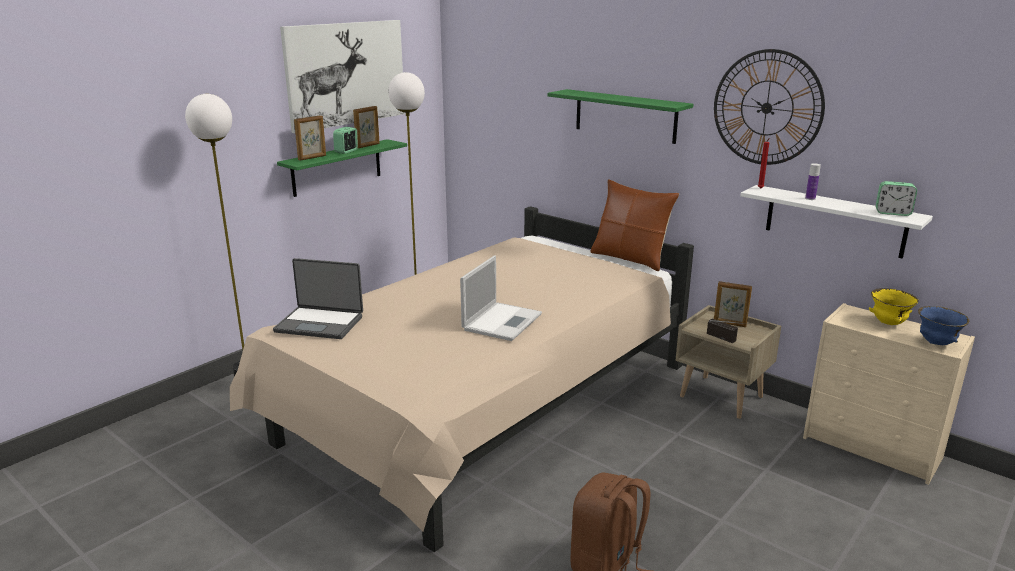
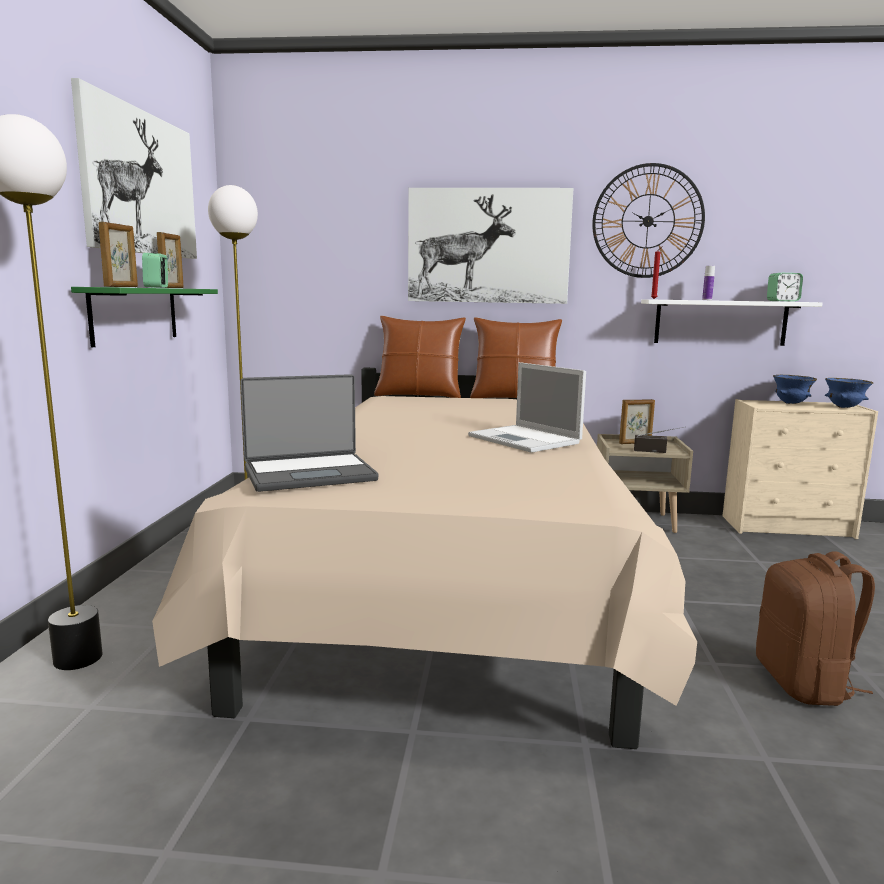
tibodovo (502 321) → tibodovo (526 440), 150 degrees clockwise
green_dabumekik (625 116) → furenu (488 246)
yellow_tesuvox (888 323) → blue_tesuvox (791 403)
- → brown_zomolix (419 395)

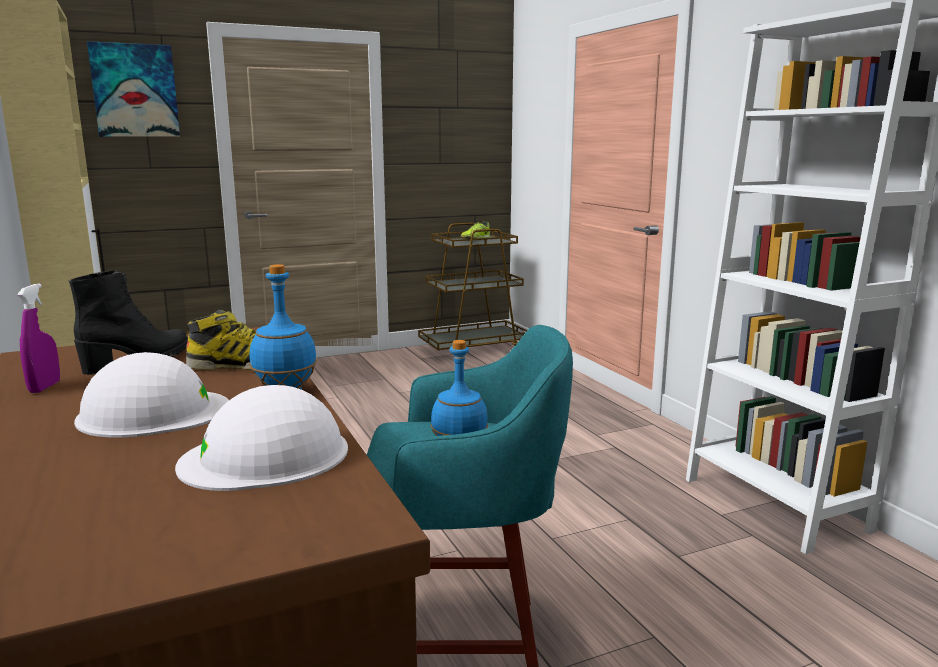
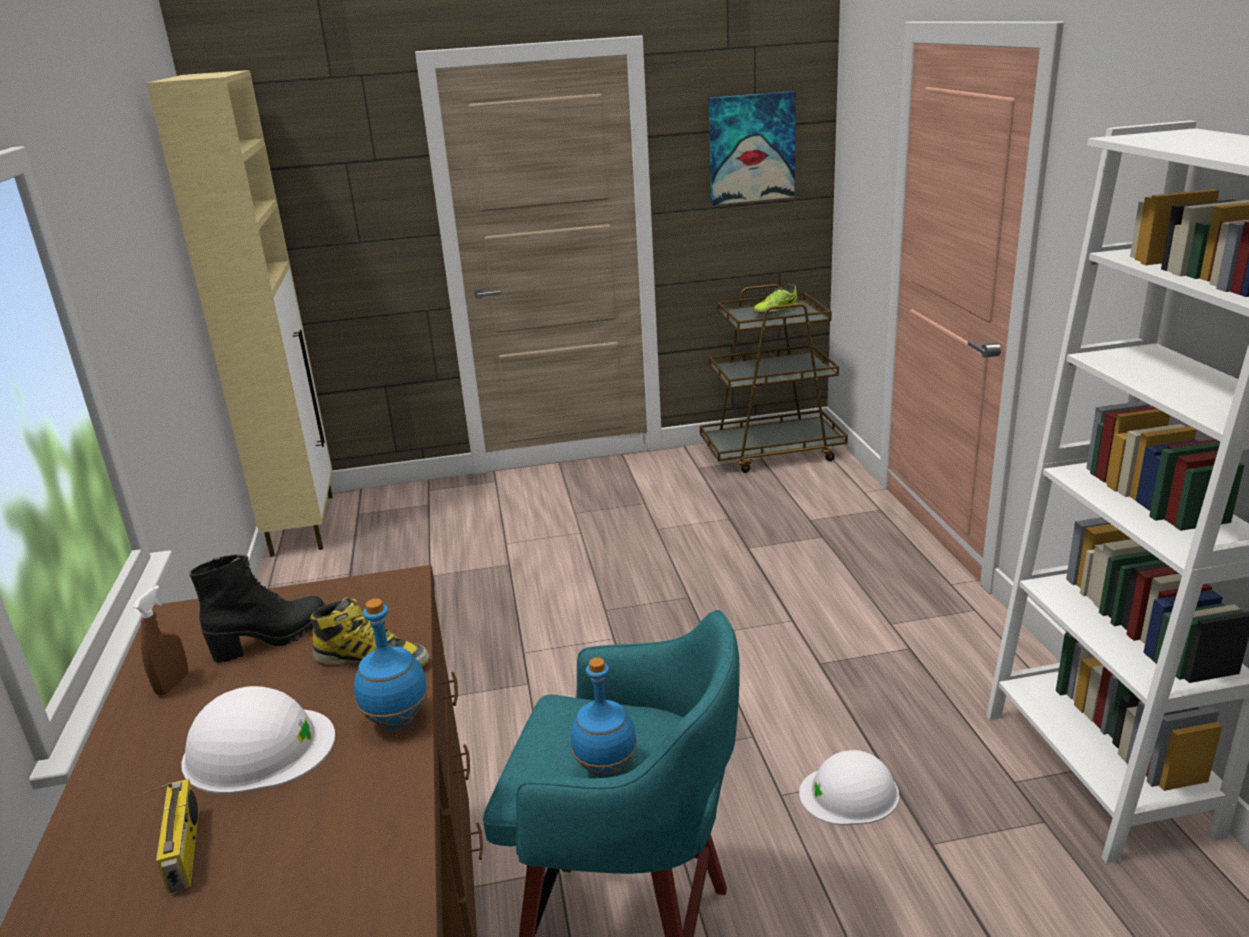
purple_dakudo (44 387) → brown_dakudo (172 684)
furenu (135 91) → furenu (751 148), shifted
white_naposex (266 456) → white_naposex (849 793), shifted
- → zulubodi (185 850)

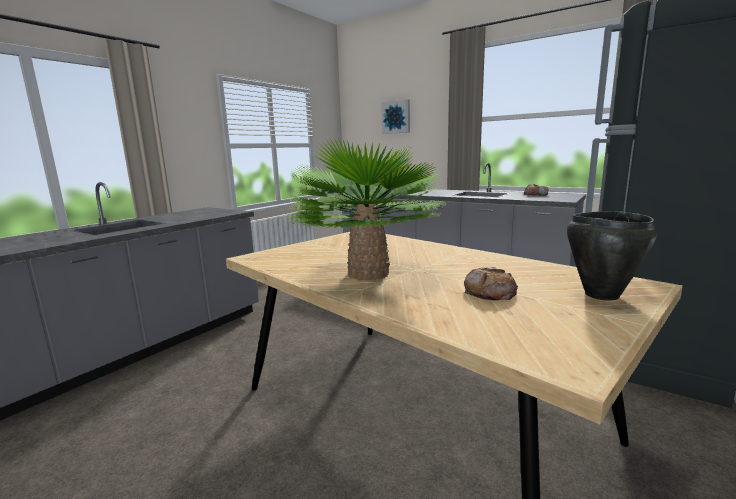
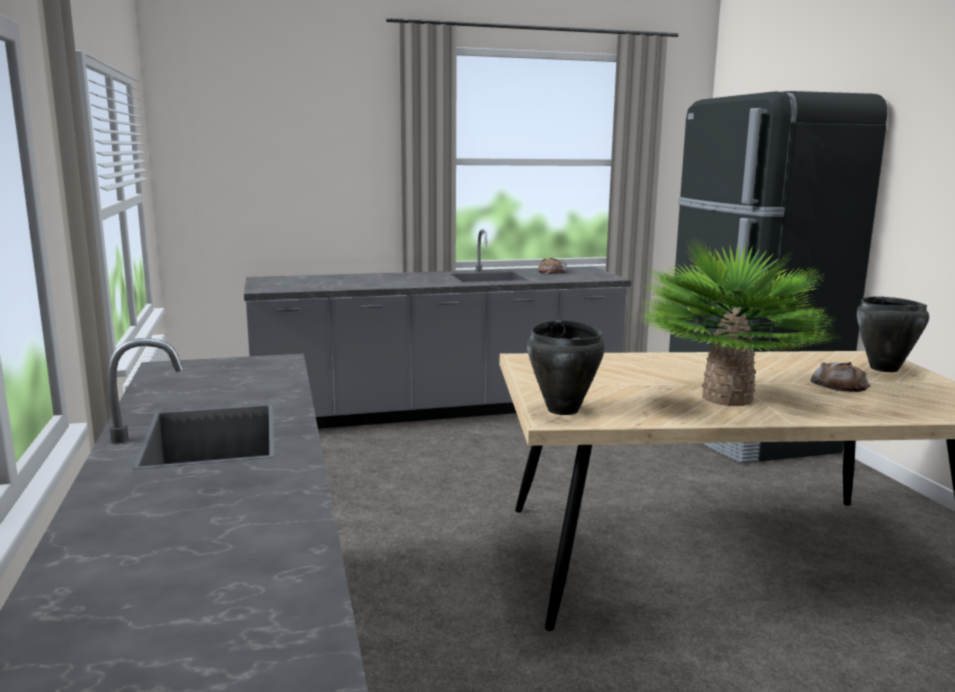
furenu (396 117) → -
- → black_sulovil (563 410)

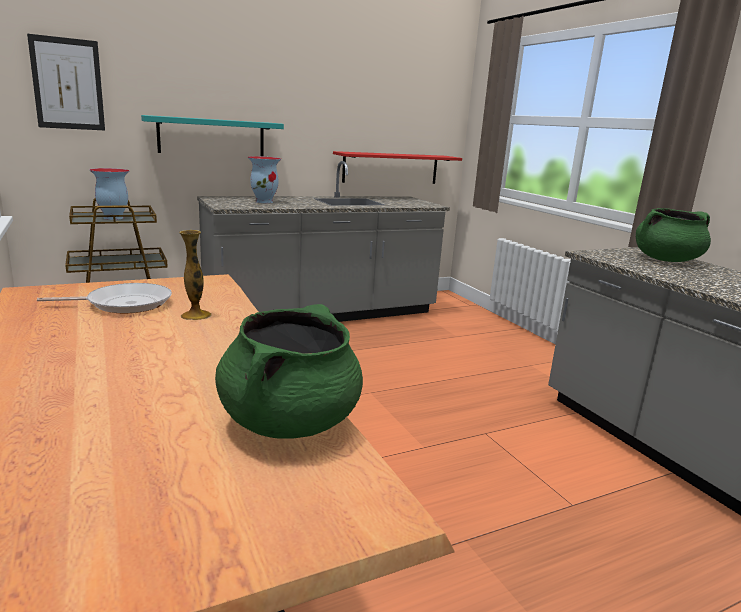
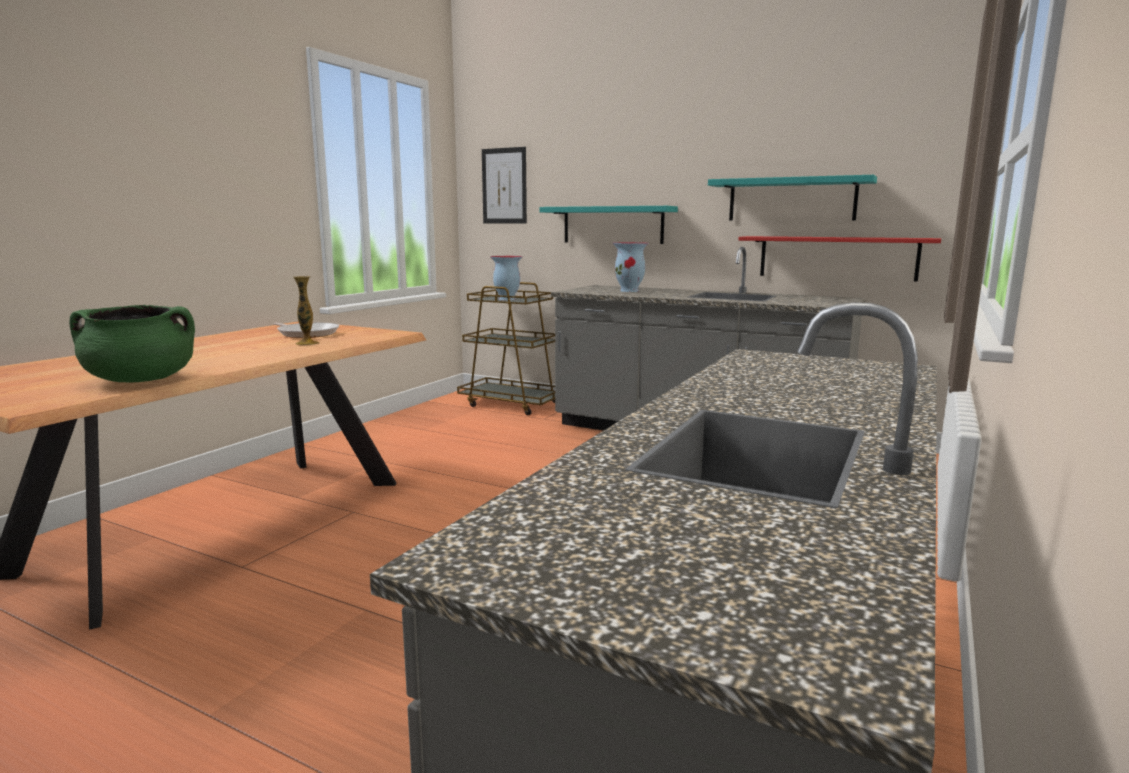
green_sulovil (666 260) → -
- → turquoise_dabumekik (791 199)

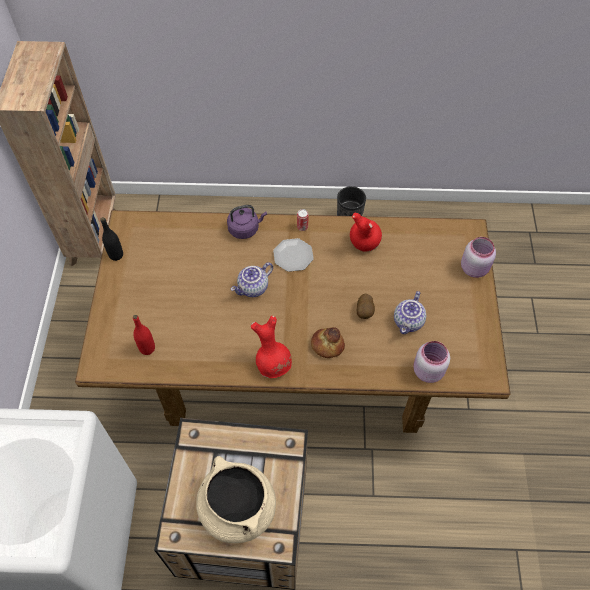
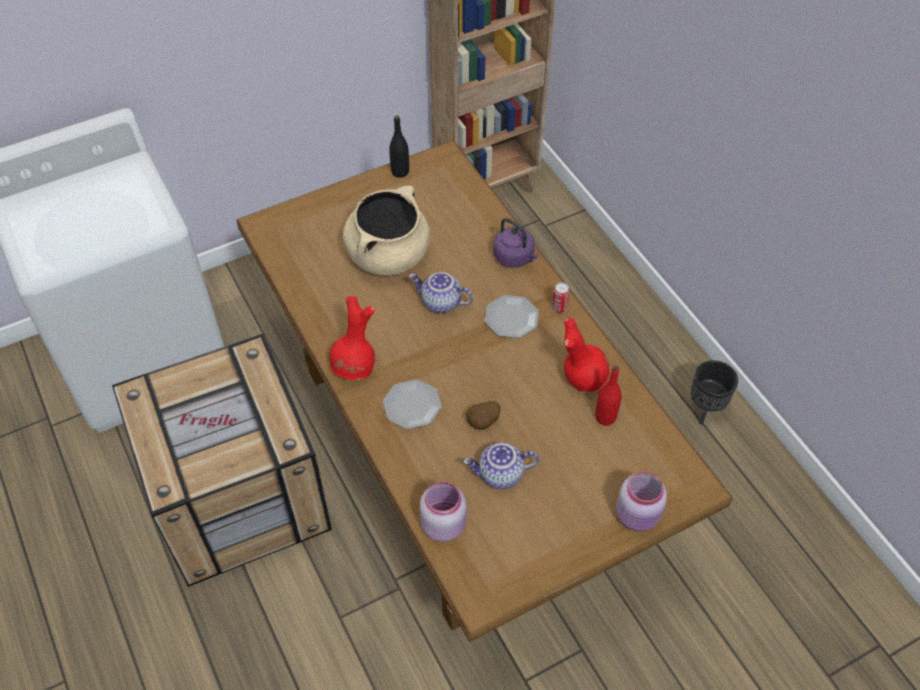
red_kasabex (147 348) → red_kasabex (605 417), shifted
beige_sulovil (237 509) → beige_sulovil (388 255), shifted
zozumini (327 345) → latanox (412 406)

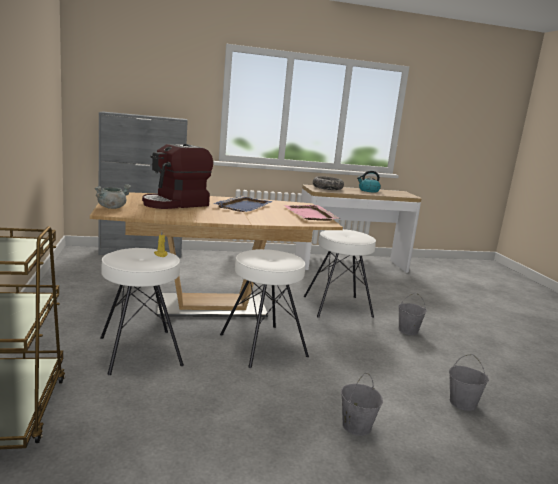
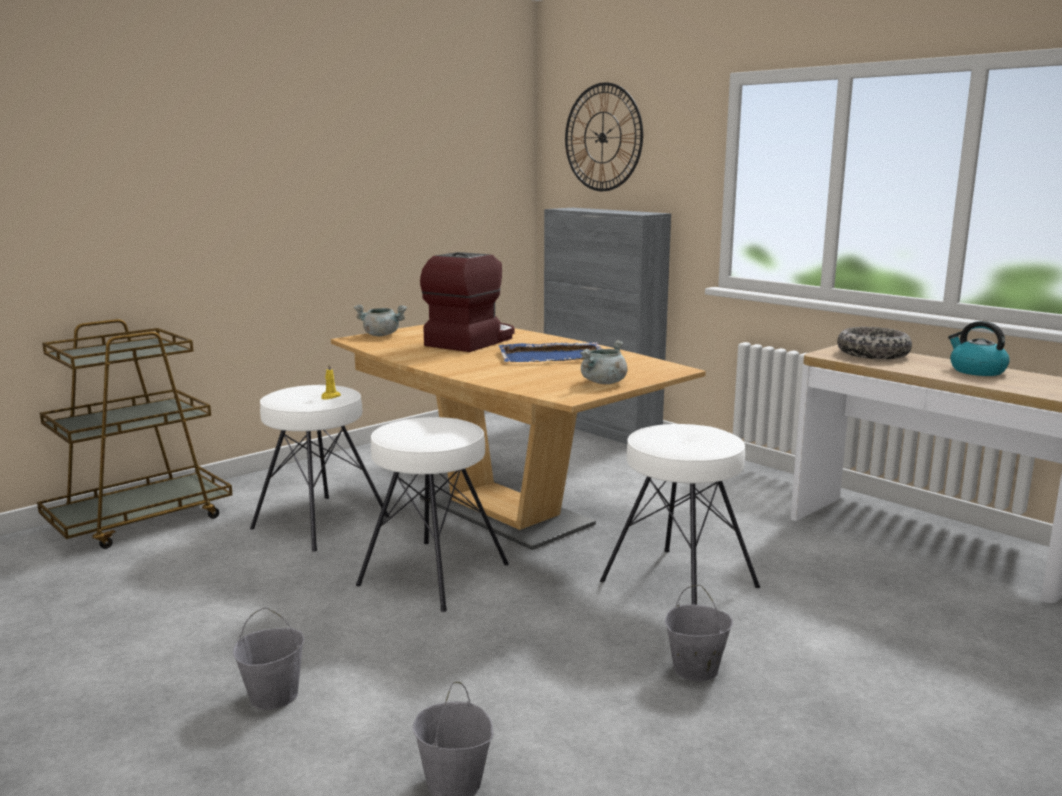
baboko (176 204) → baboko (470 341), 105 degrees clockwise
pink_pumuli (310 214) → grey_sulovil (603 383)
- → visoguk (602 137)

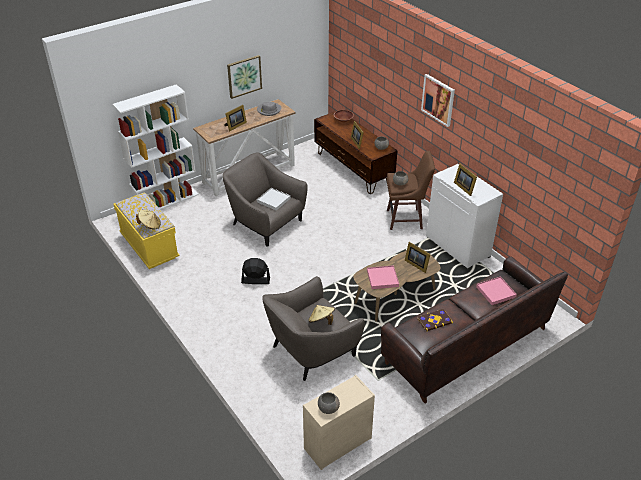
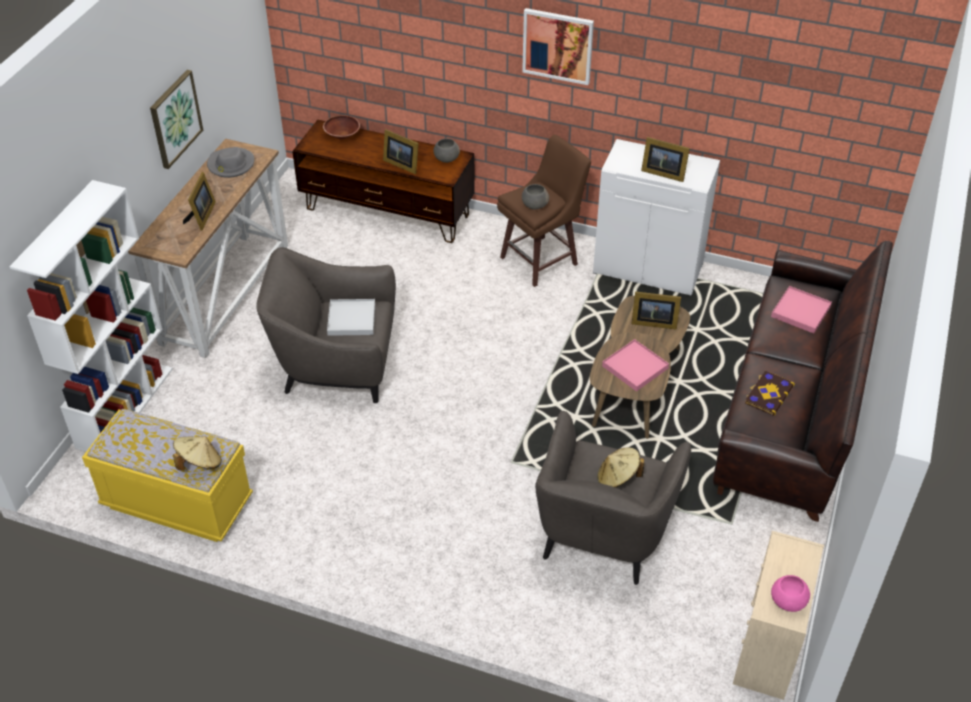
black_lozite (255 280) → -
grey_tesuvox (328 408) → pink_tesuvox (787 601)

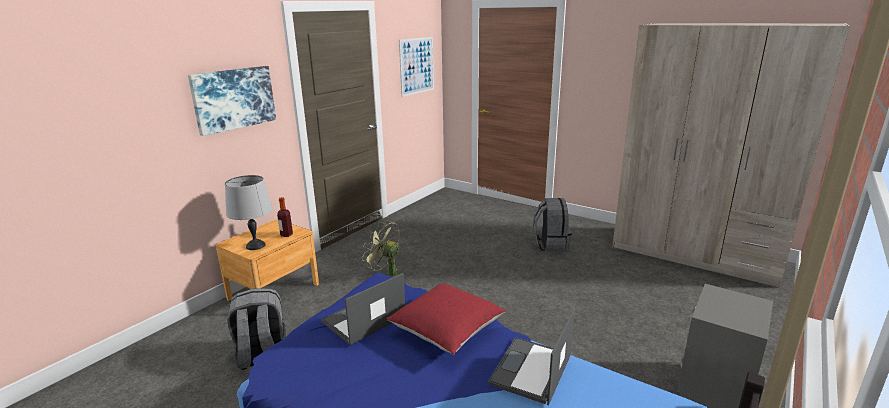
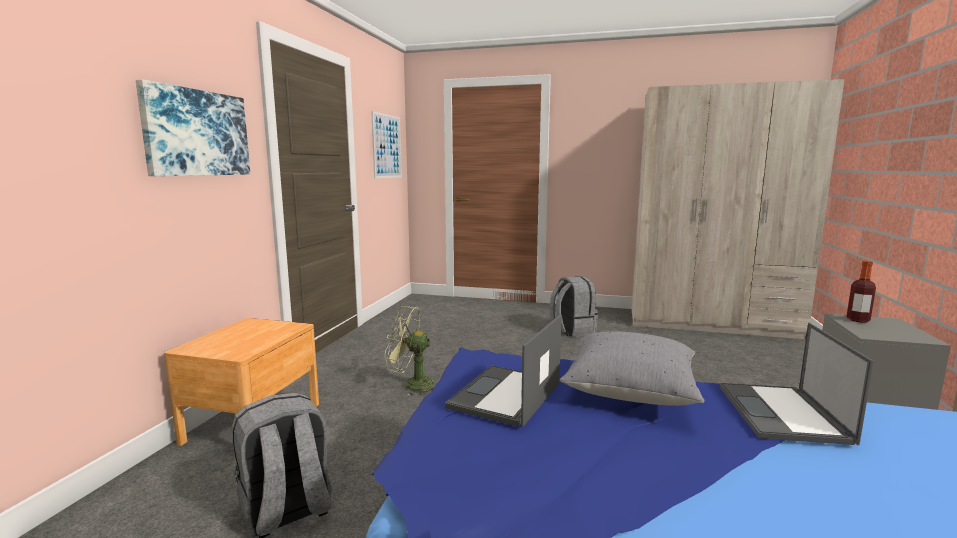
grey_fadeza (255 246) → -
kasabex (286 234) → kasabex (858 320), shifted
red_zomolix (447 331) → grey_zomolix (630 391)

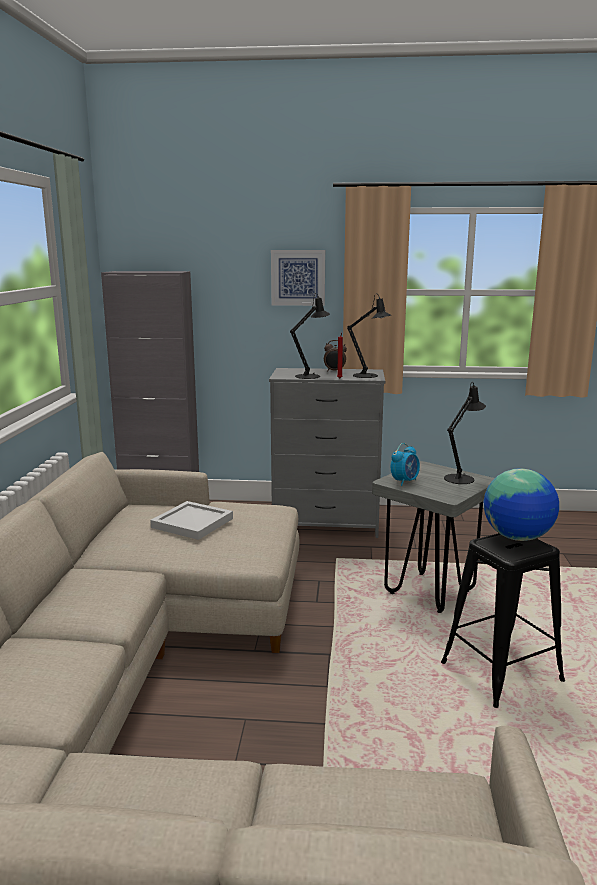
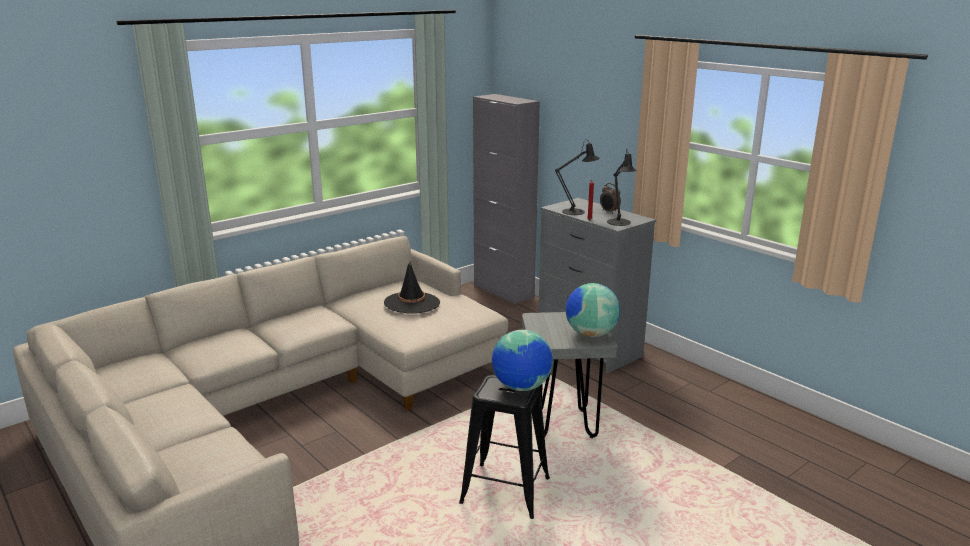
white_pumuli (192 523) → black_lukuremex (412 303)
furenu (298 277) → -
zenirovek (405 481) → -
black_fadeza (461 478) → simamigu (590 334)

